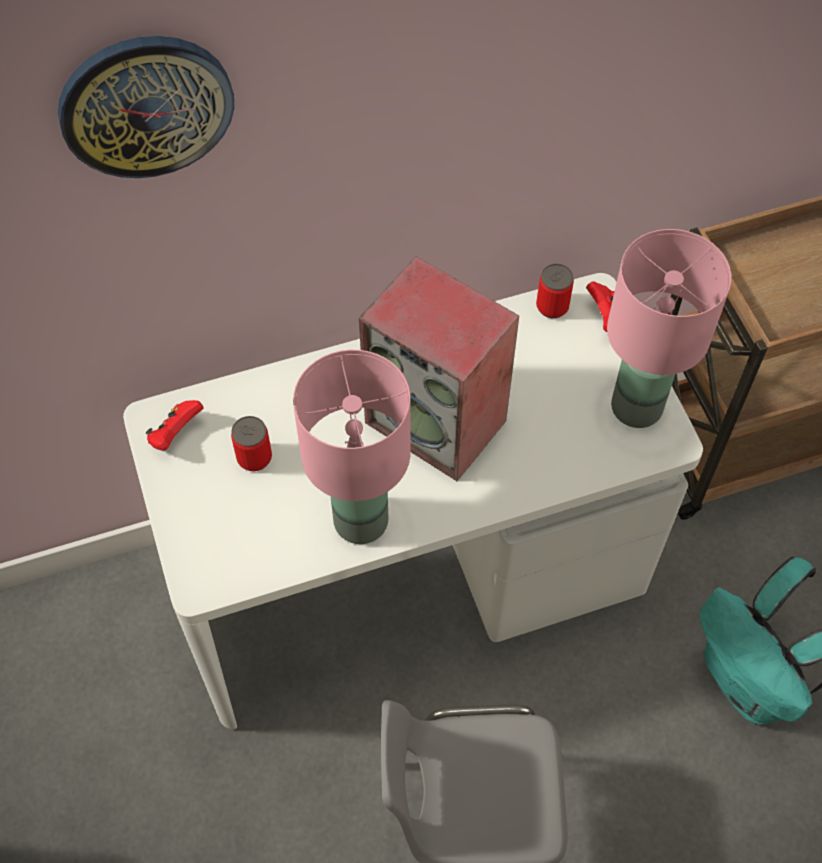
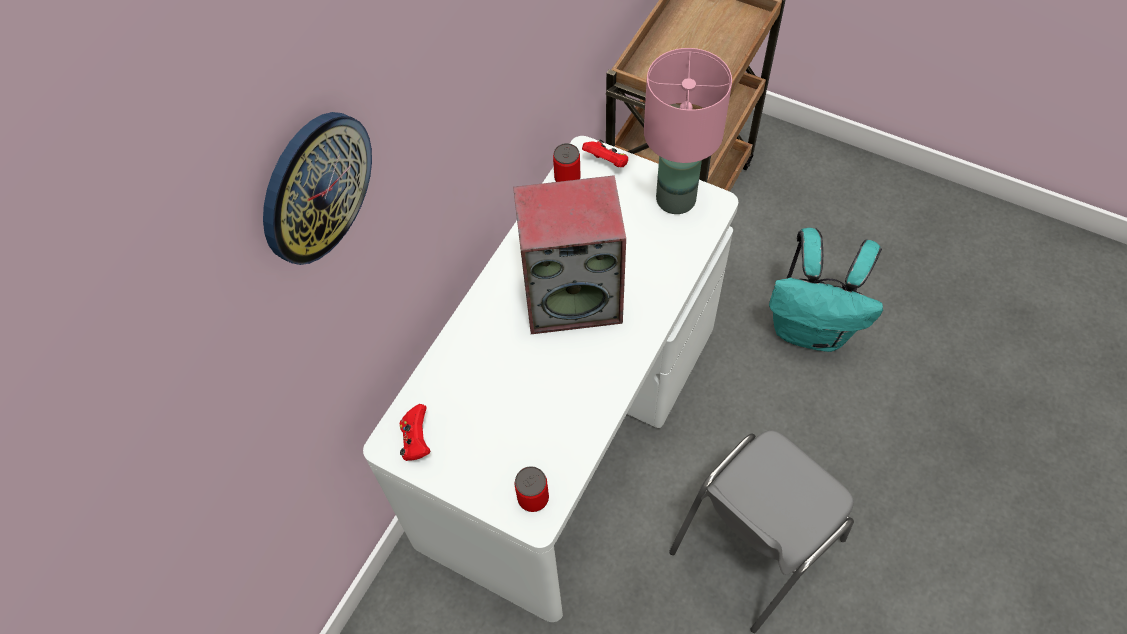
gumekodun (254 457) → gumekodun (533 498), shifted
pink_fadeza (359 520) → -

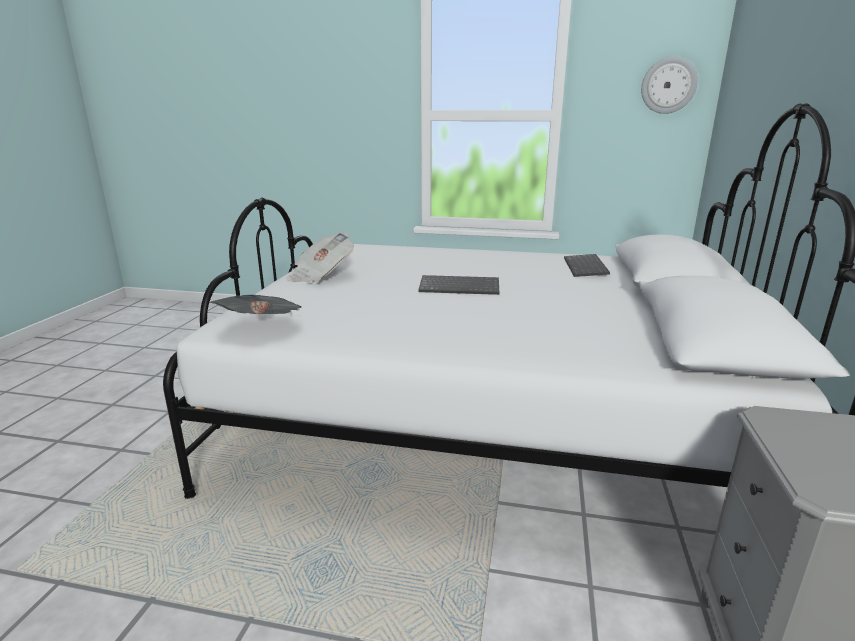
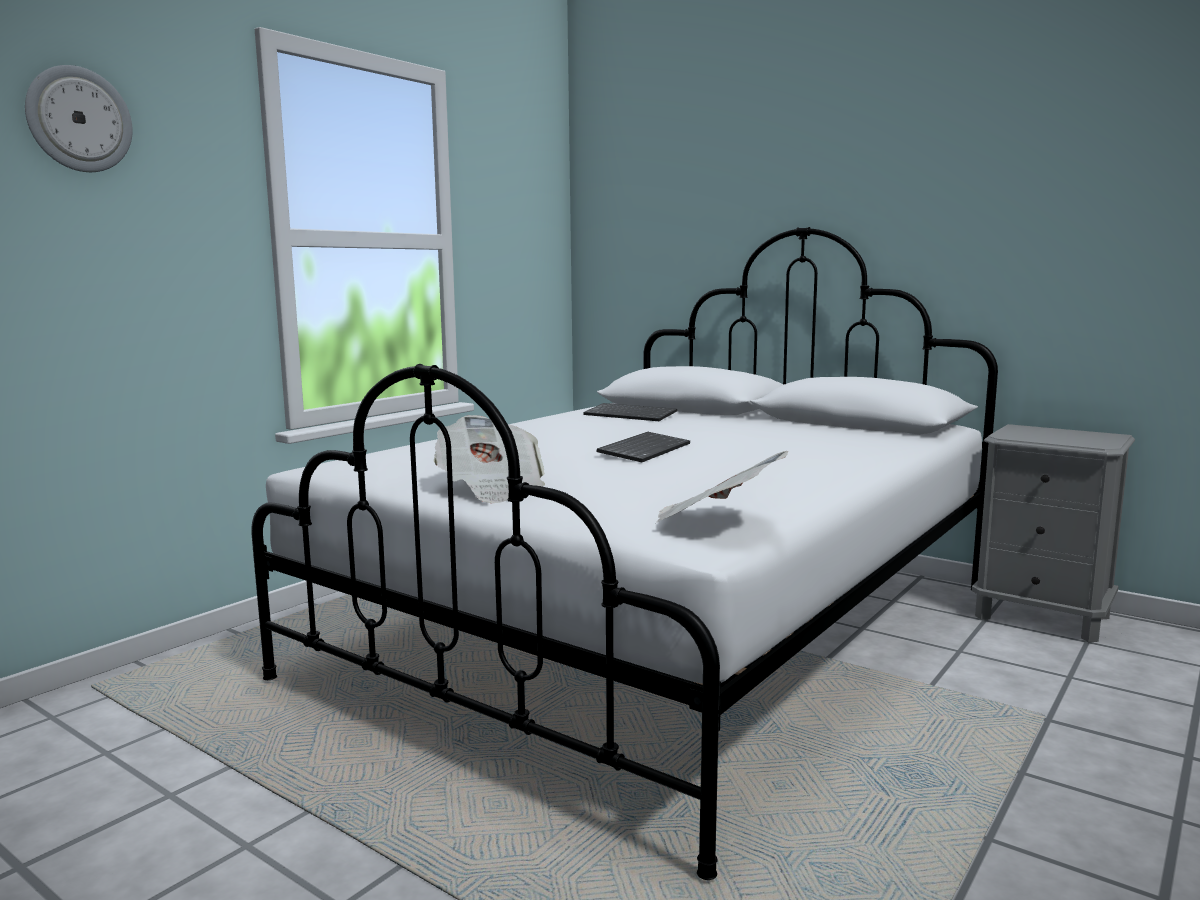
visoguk (668 85) → visoguk (79 120), shifted

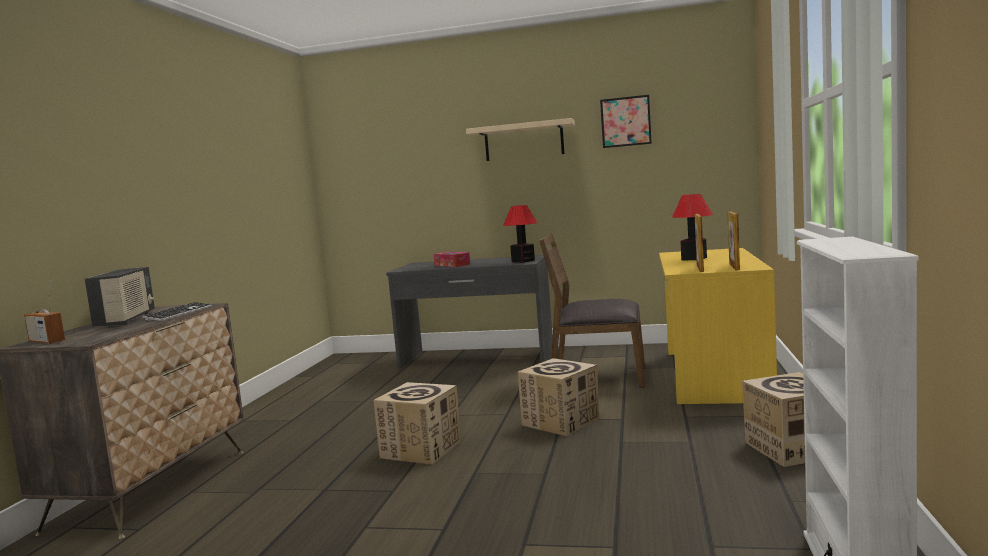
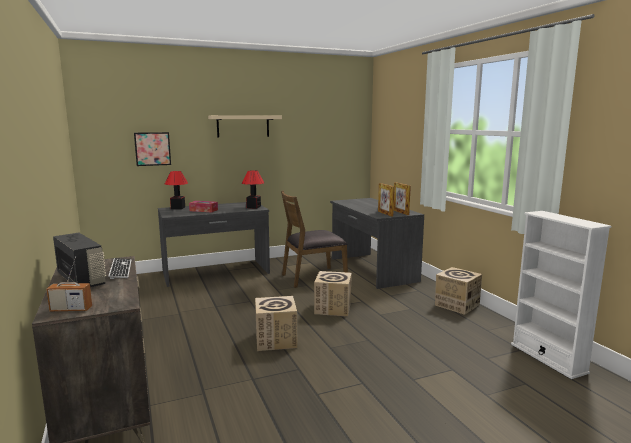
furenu (625 121) → furenu (152 149), shifted
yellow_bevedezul (713 375) → grey_bevedezul (372 269)
fadeza (694 258) → fadeza (178 208), shifted

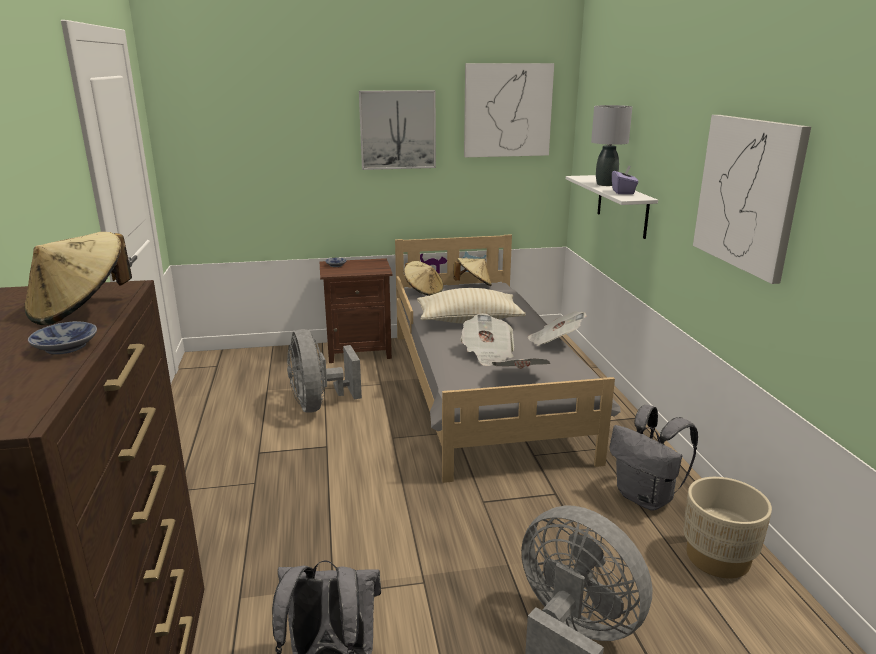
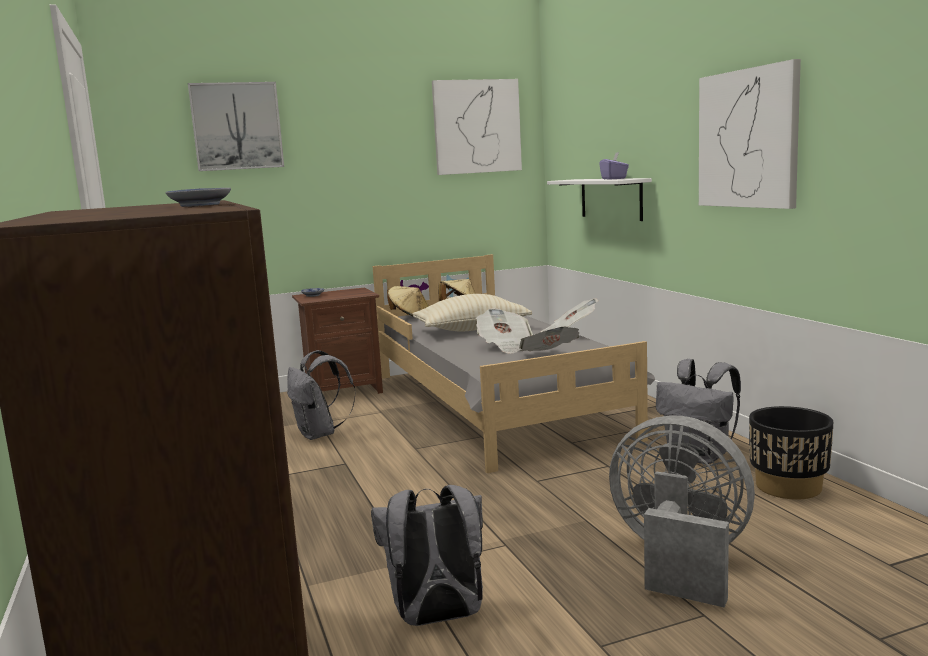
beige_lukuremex (81 310) → -
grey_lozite (319 404) → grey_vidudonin (319 434)
furenu (397 130) → furenu (237 126), shifted
grey_fadeza (605 184) → -
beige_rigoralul (718 558) → black_rigoralul (788 487)

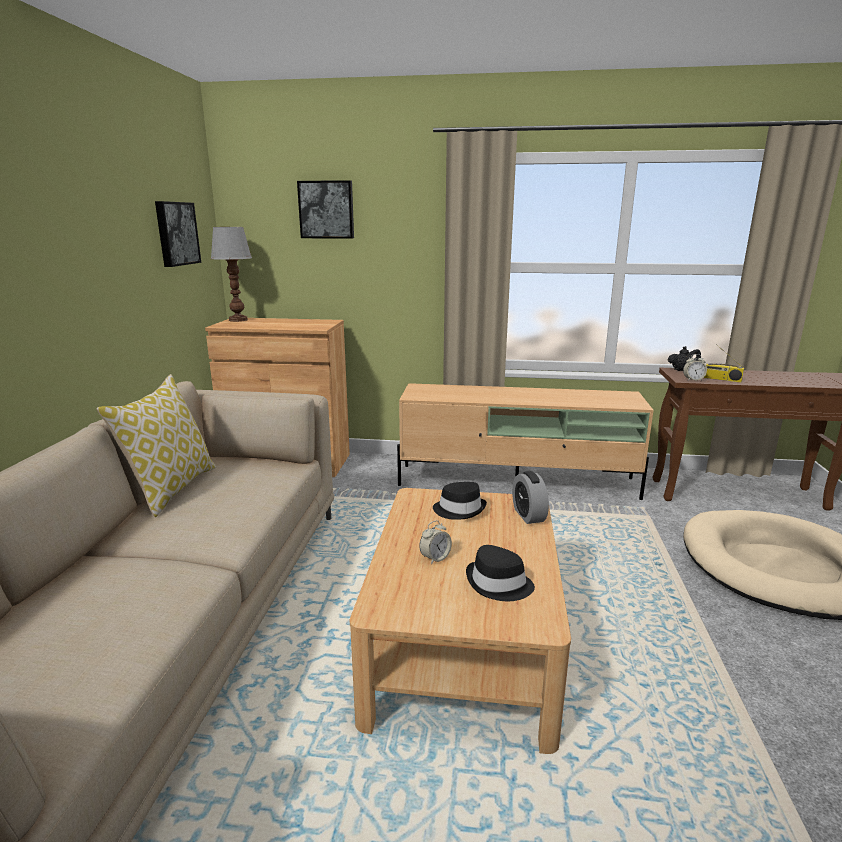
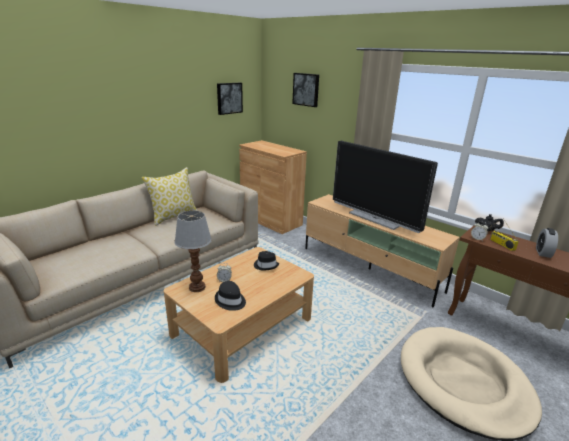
fadeza (237 320) → fadeza (196 287), shifted
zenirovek (528 515) → zenirovek (543 253), shifted
- → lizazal (375 219)

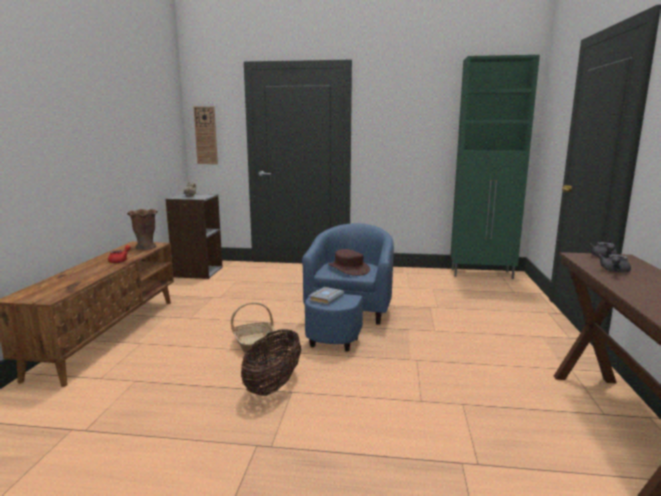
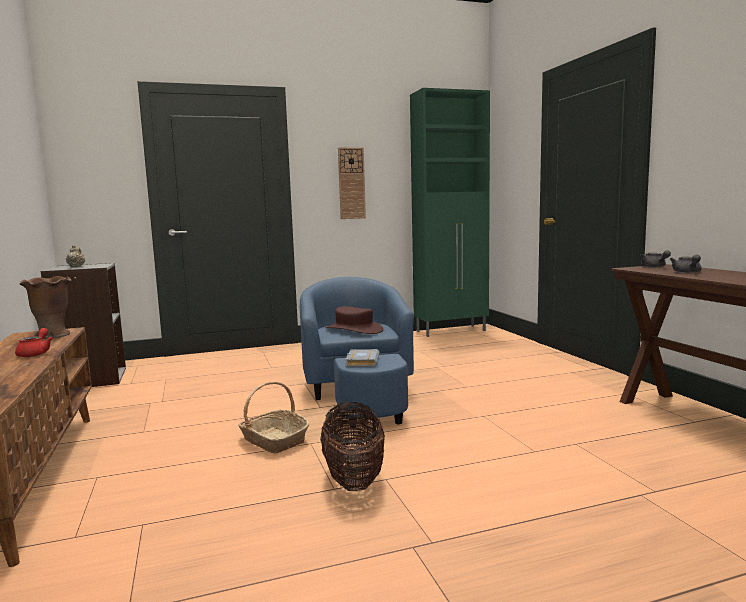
visoguk (206 135) → visoguk (351 183), shifted

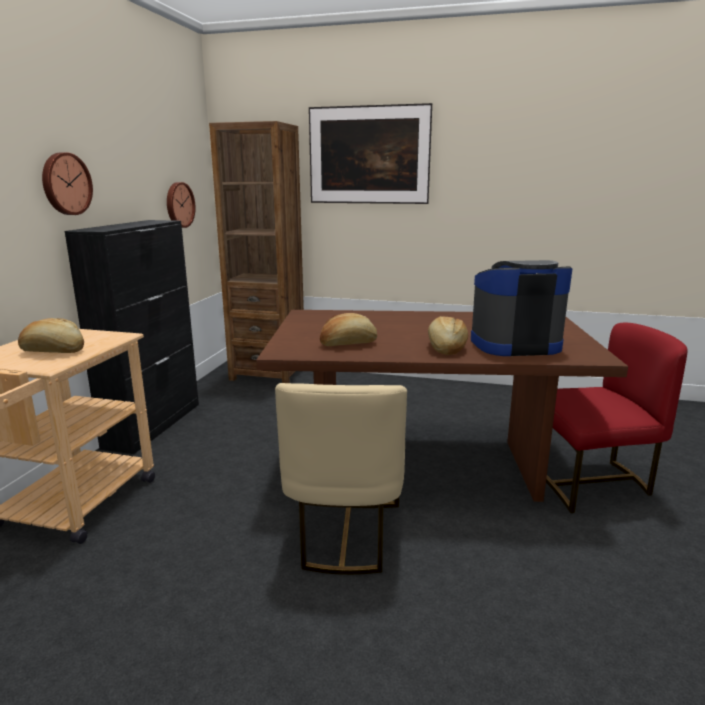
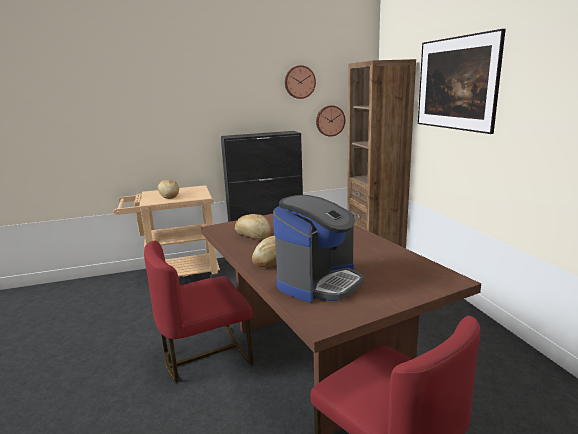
visoguk (65 184) → visoguk (299 82), shifted
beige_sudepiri (344 534) → red_sudepiri (205 355)
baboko (514 344) → baboko (319 282), 75 degrees clockwise

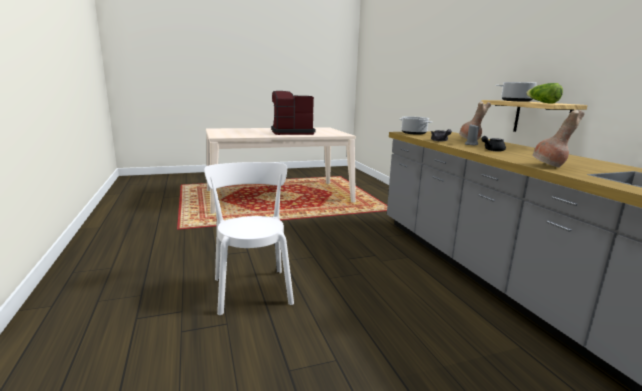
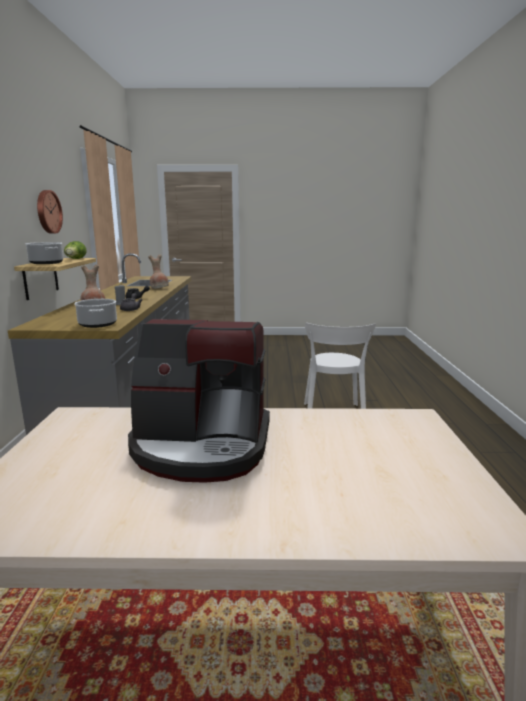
- → visoguk (47 212)

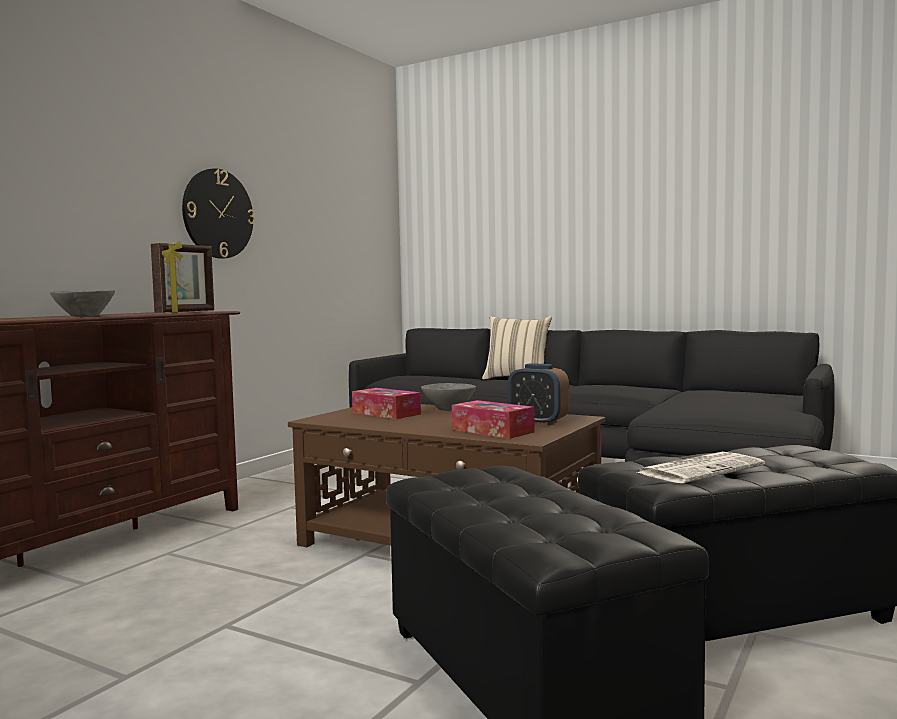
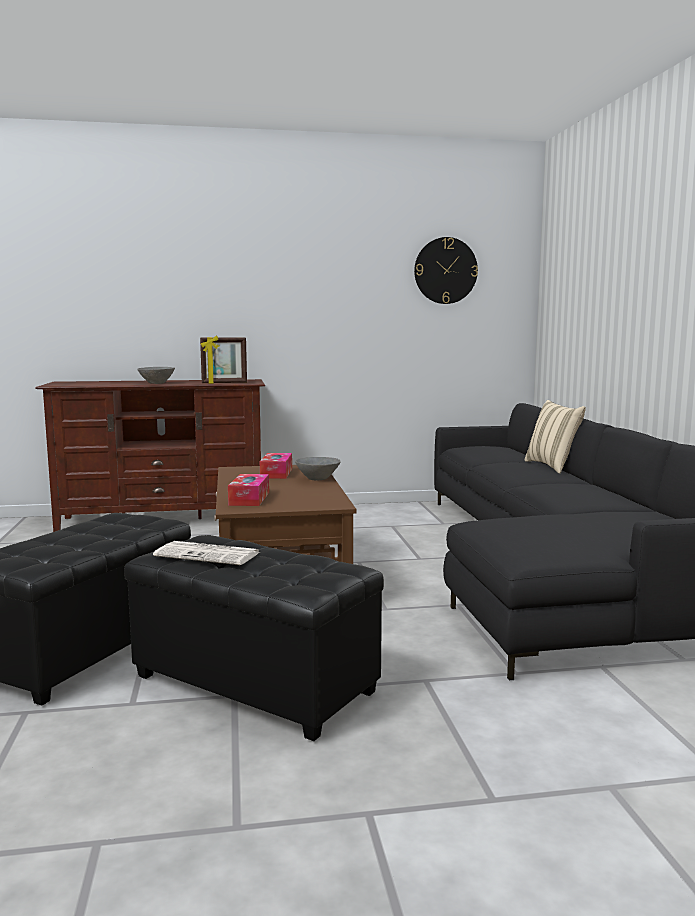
visoguk (218 214) → visoguk (445 270), shifted
zenirovek (538 422) → -

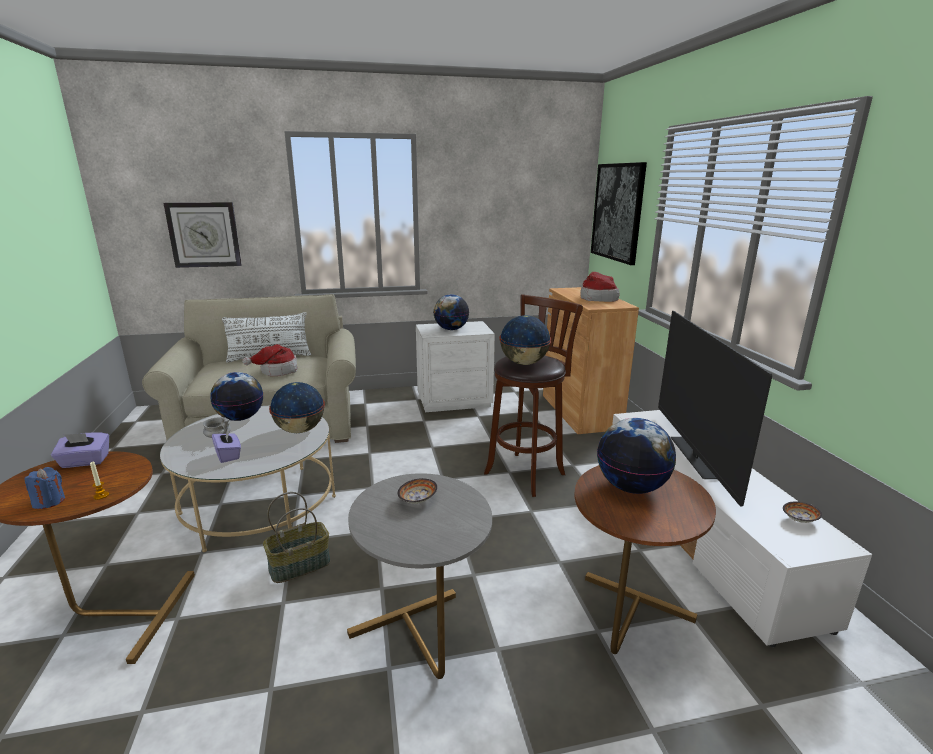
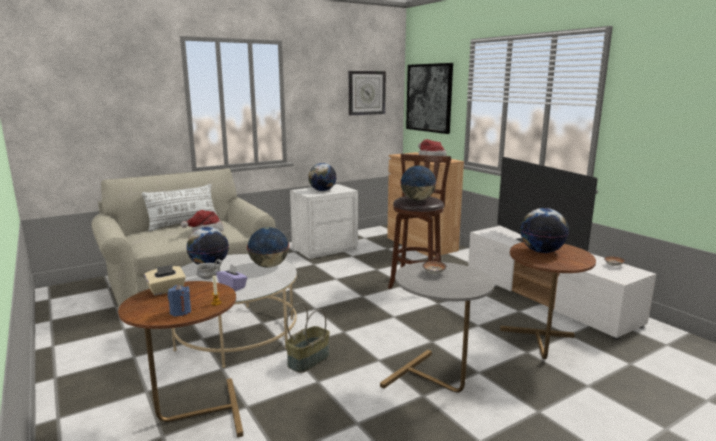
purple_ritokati (85 462) → beige_ritokati (166 290)
visoguk (204 235) → visoguk (366 93), shifted

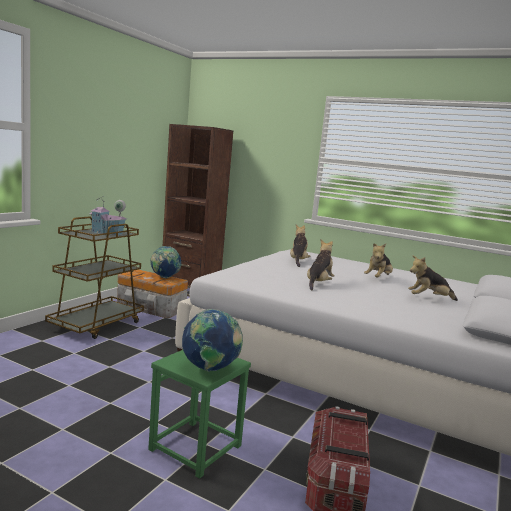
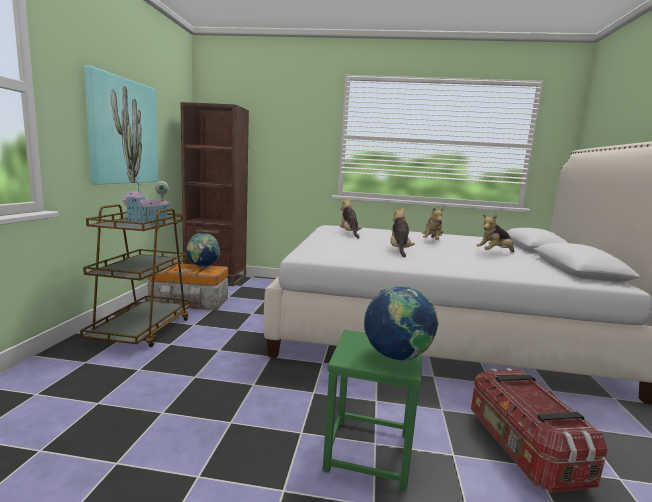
- → furenu (122 132)

